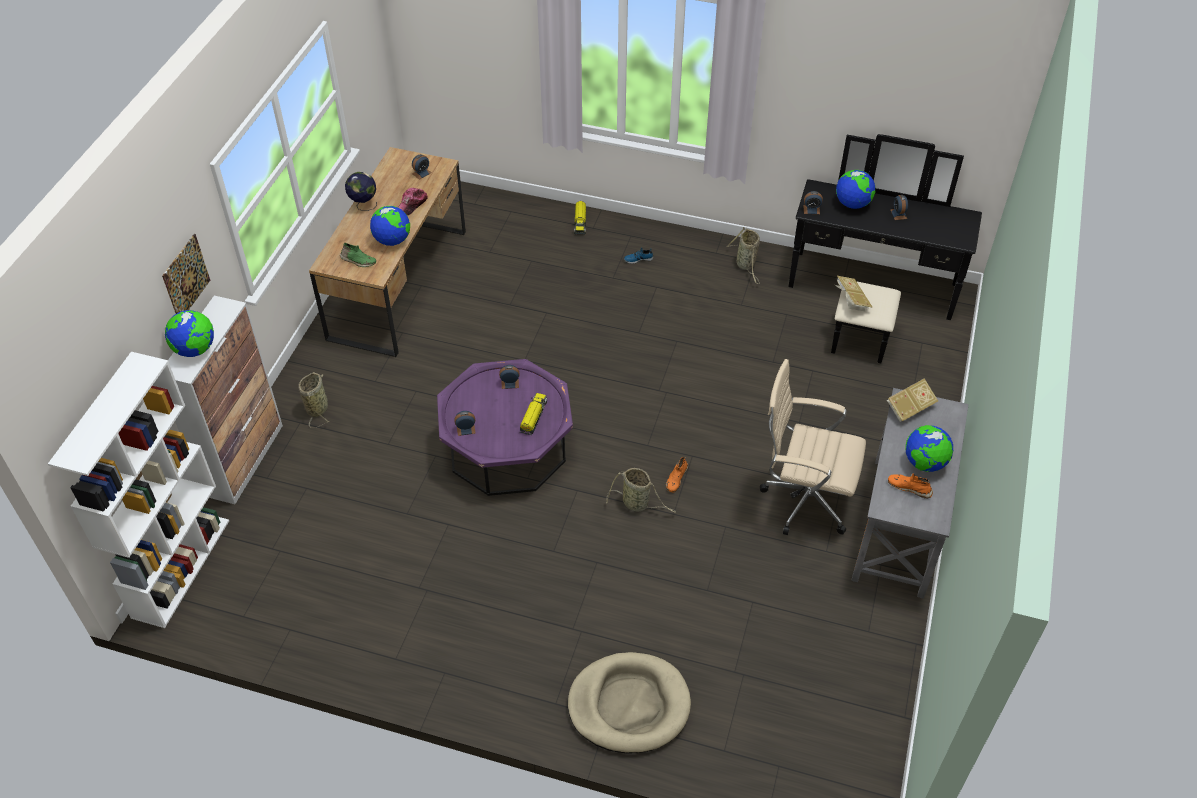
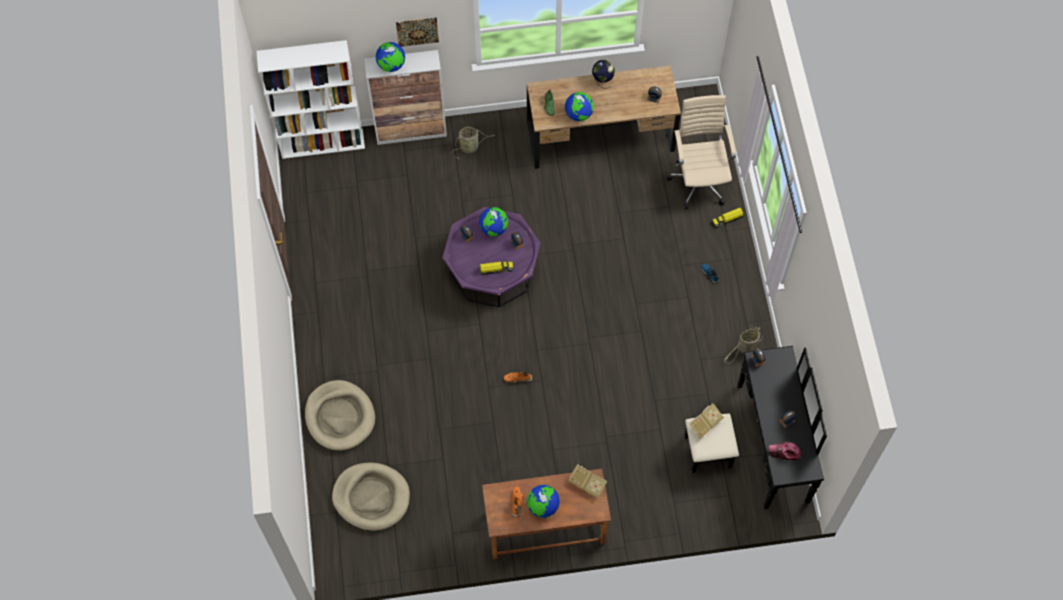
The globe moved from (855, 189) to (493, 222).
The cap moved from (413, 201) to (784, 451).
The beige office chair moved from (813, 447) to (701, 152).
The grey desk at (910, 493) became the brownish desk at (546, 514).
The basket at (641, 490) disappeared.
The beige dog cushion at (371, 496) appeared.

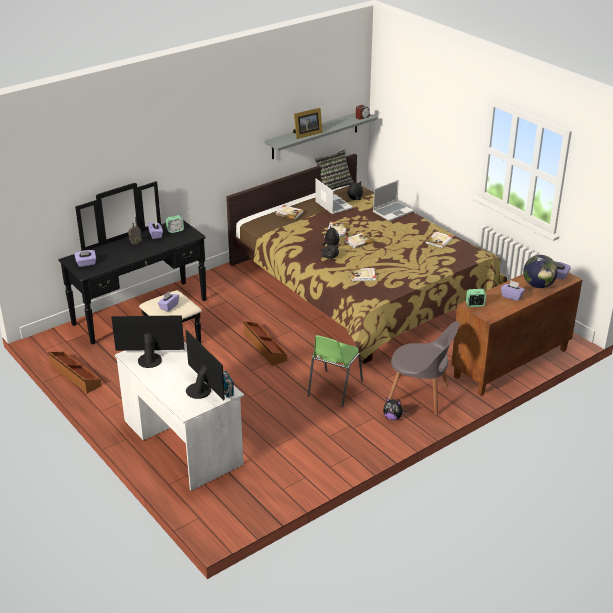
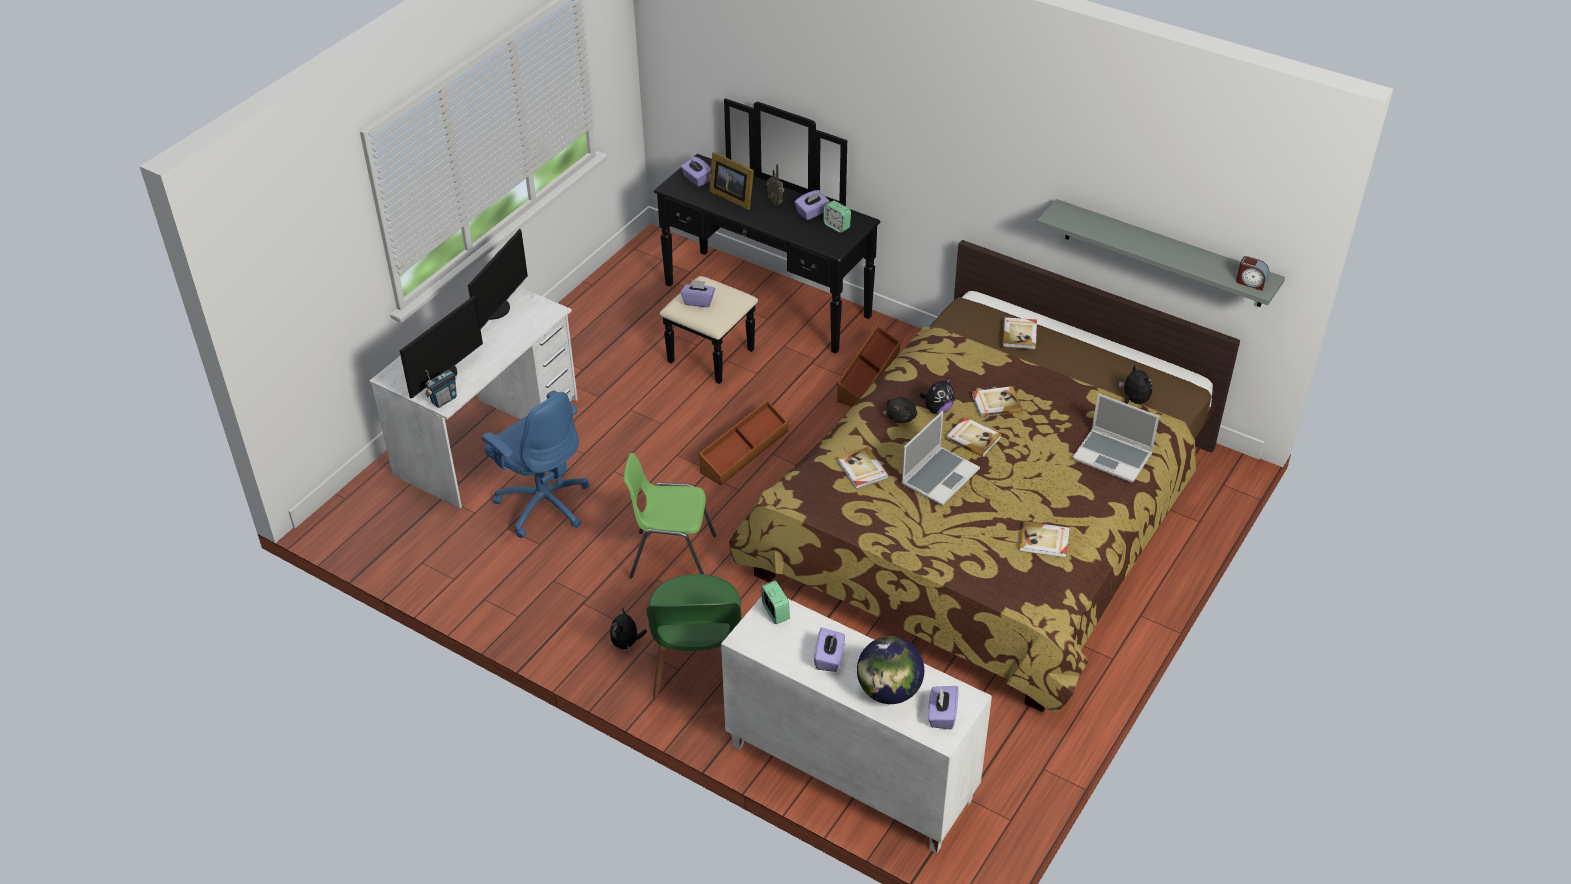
The photo frame moved from (308, 123) to (731, 181).
The pillow at (334, 170) disappeared.
The portable computer moved from (334, 196) to (940, 458).
The brownish cabinet at (516, 334) became the white cabinet at (856, 724).
The computer screen at (148, 341) turned 45 degrees clockwise.
The grey plain chair at (423, 368) became the greenish plain chair at (693, 636).
The brownish storage container moved from (75, 372) to (868, 366).
The blue office chair at (535, 464) appeared.

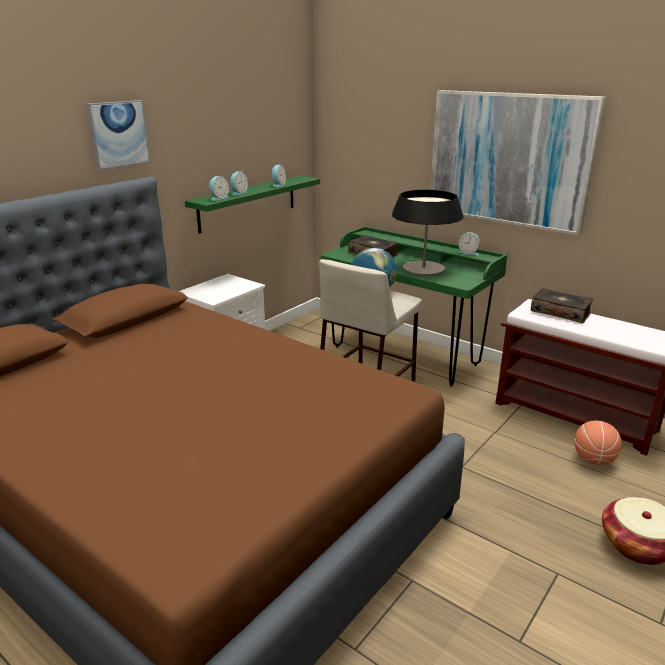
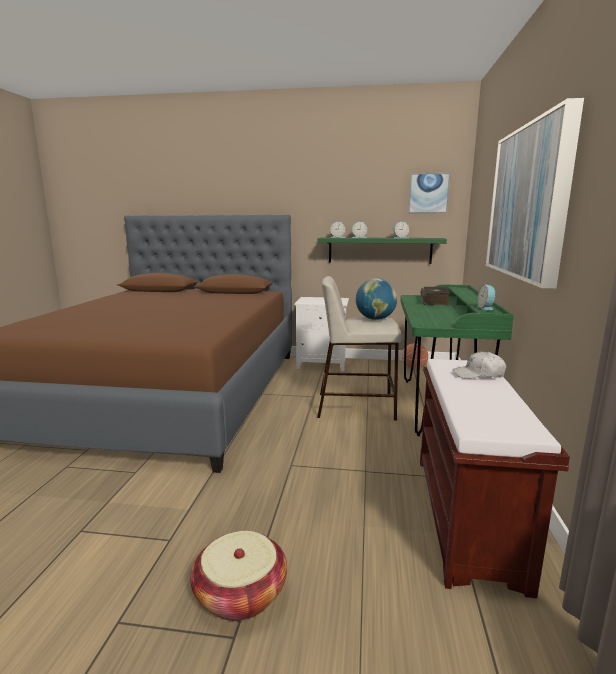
The picture moved from (118, 135) to (429, 193).
The table lamp at (428, 232) disappeared.
The bound book at (562, 305) was replaced by the white cap at (479, 365).
The basketball moved from (598, 442) to (415, 356).

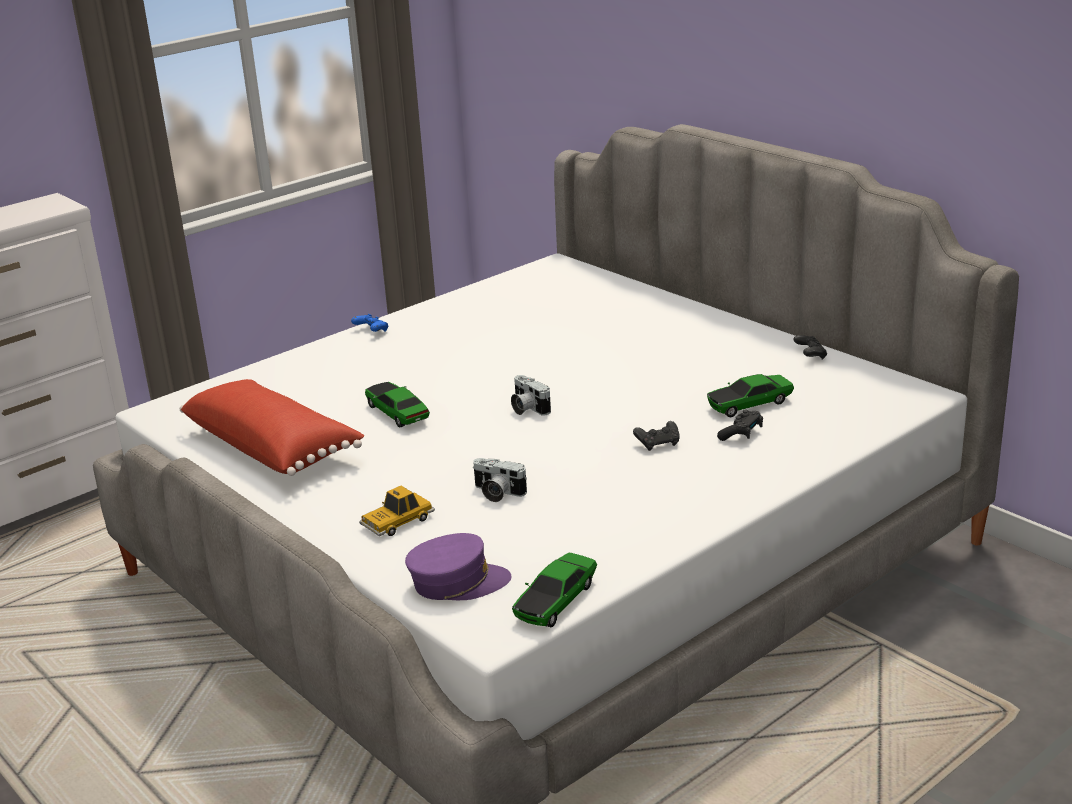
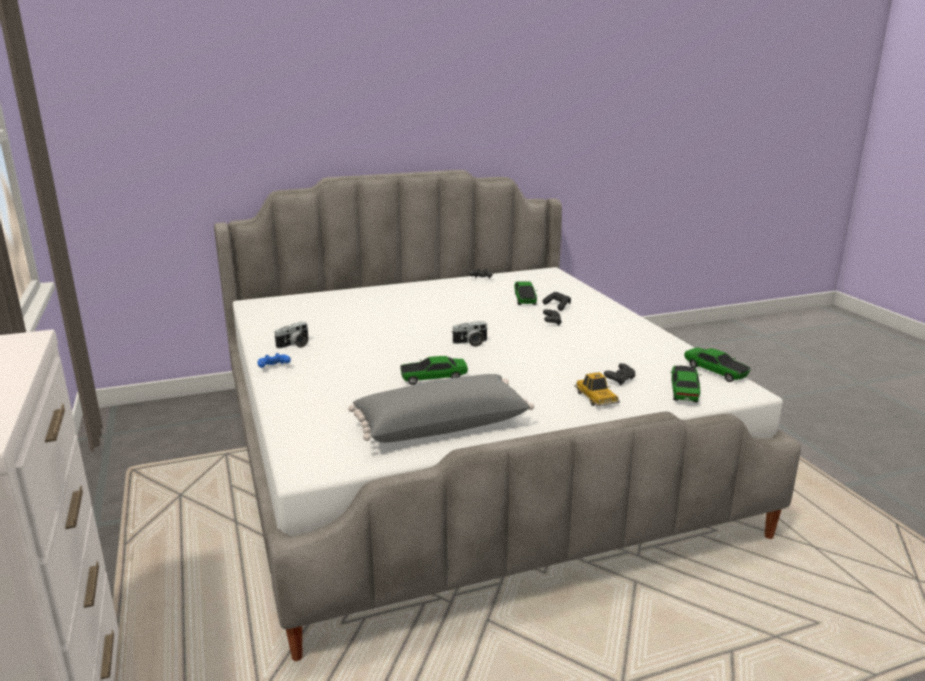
The reddish pillow at (272, 427) became the grey pillow at (441, 408).
The photo camera moved from (500, 480) to (291, 335).
The purplish cap at (458, 566) was replaced by the miniature car at (686, 384).
The black joypad at (619, 374) appeared.

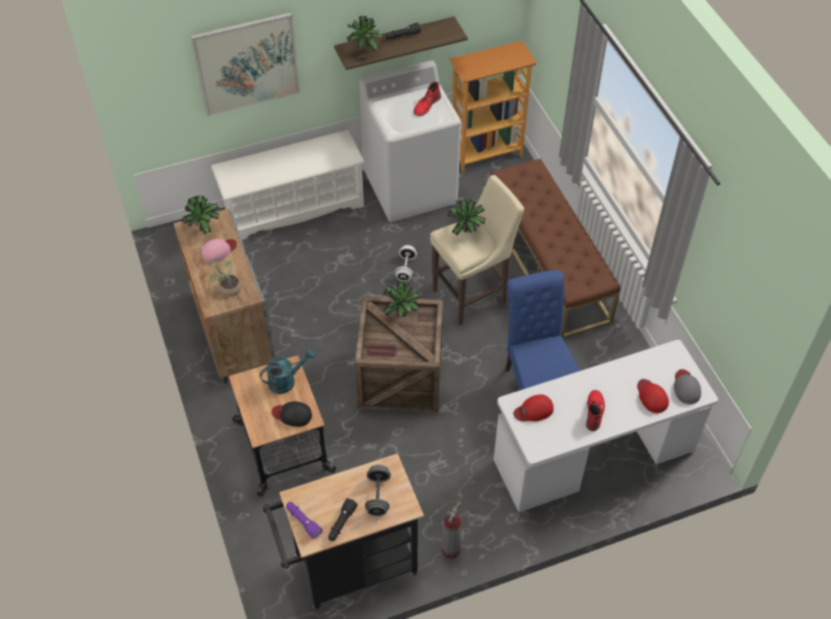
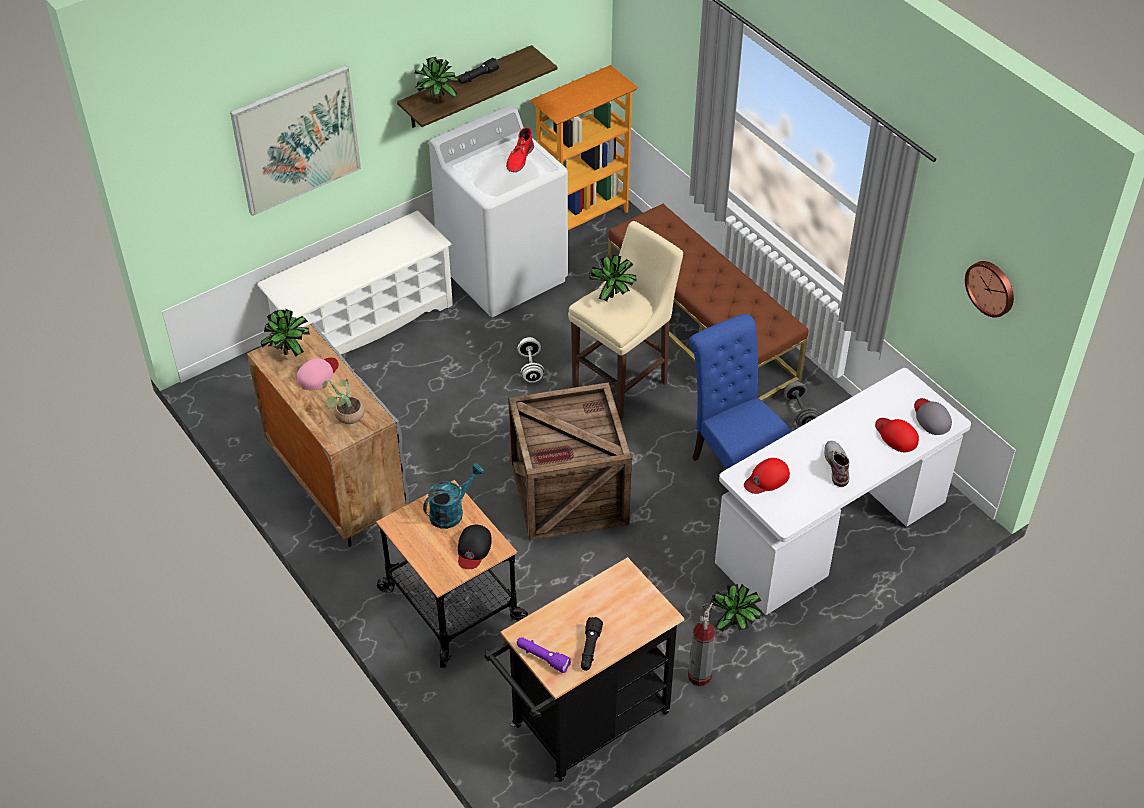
The houseplant moved from (401, 299) to (736, 608).
The reddish high-top boot at (595, 410) became the grey high-top boot at (837, 464).
The black cap at (292, 414) turned 75 degrees counterclockwise.
The grey free weight moved from (378, 490) to (801, 403).
The clock on the wall at (989, 289) appeared.

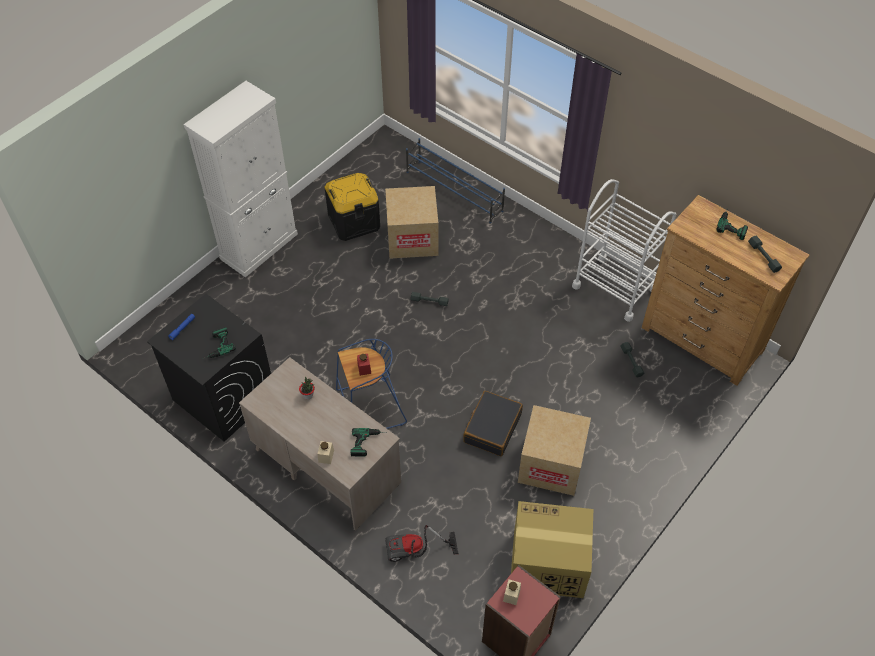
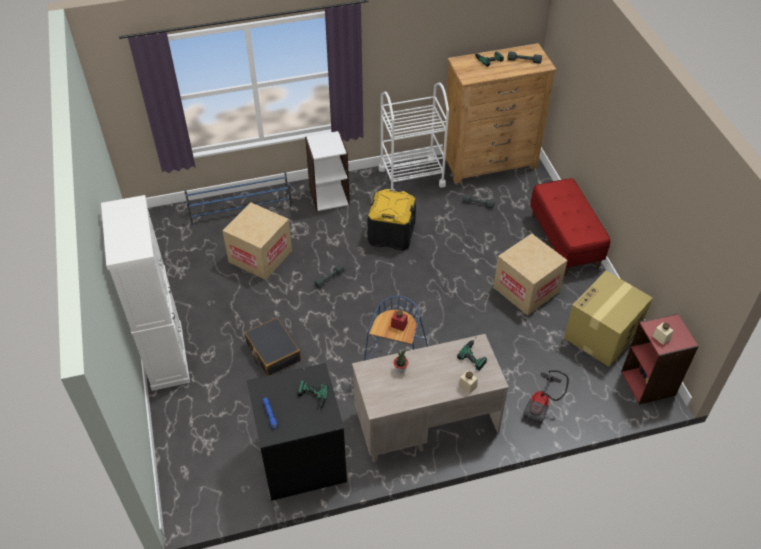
The black storage container moved from (352, 207) to (392, 220).
The black travel case moved from (493, 423) to (272, 347).
The white bookshelf at (327, 171) appeared.
The reddish bench at (570, 226) appeared.

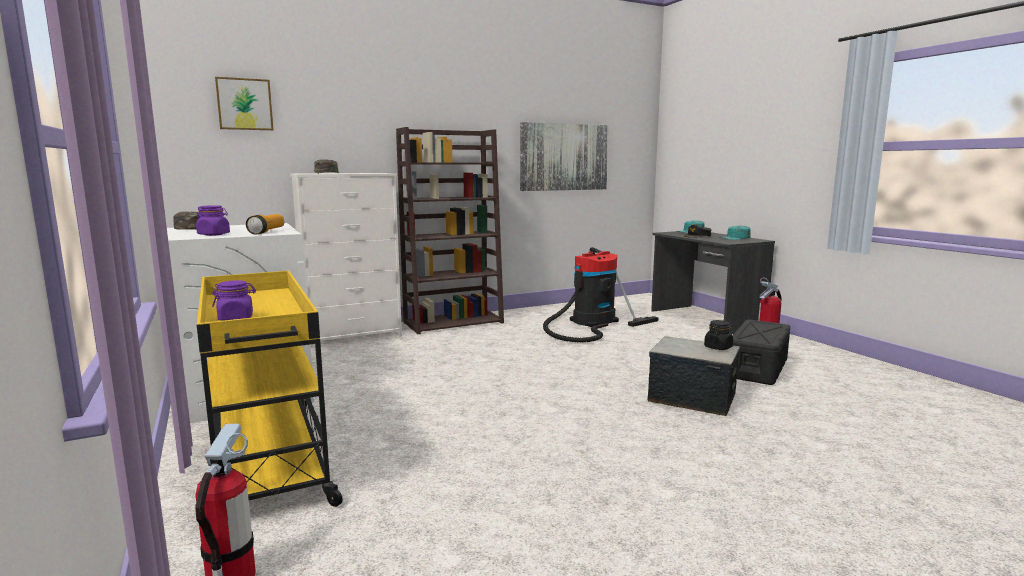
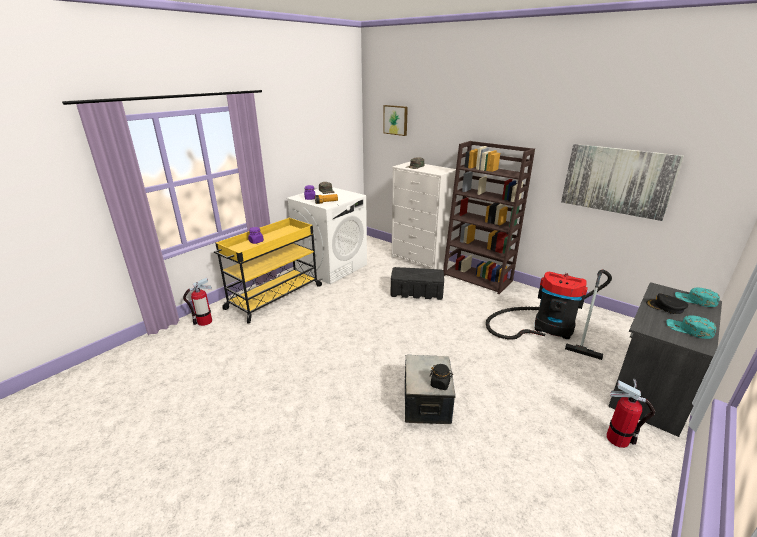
The black storage container moved from (761, 352) to (417, 283).

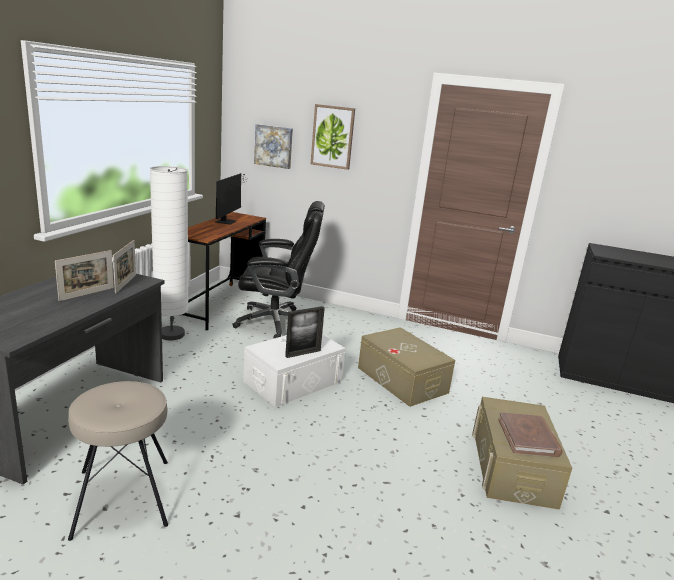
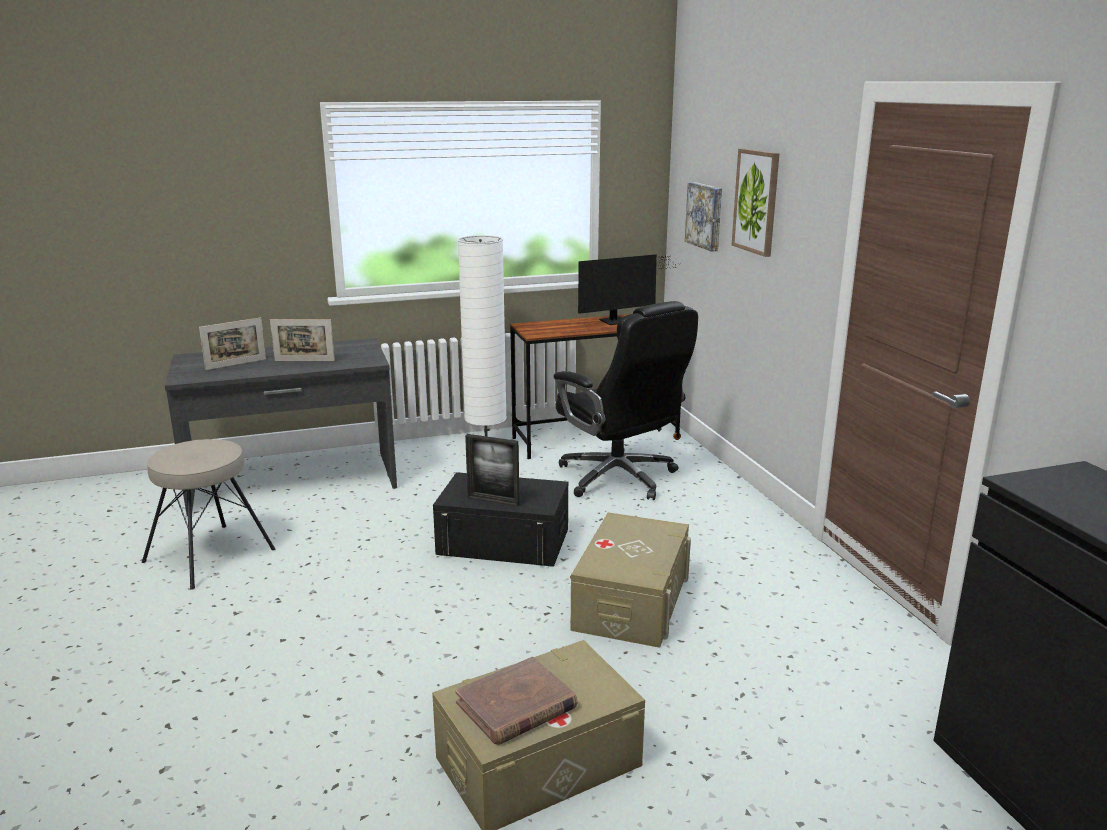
The photo frame moved from (124, 267) to (232, 344).
The white storage container at (294, 371) became the black storage container at (500, 519).

